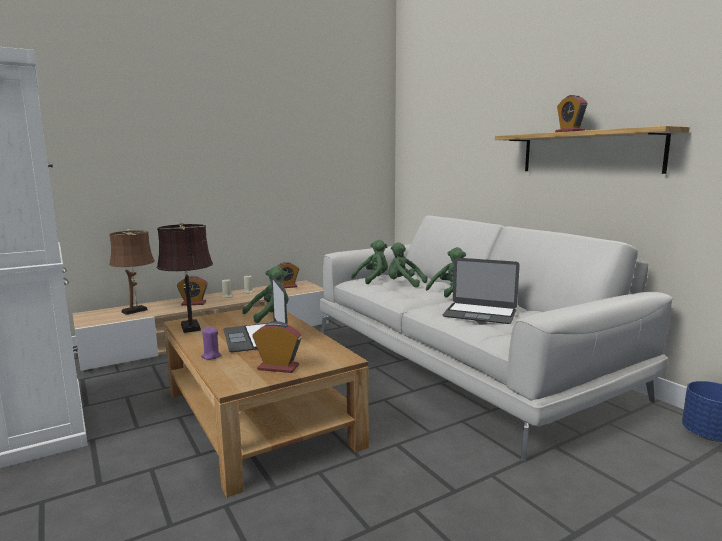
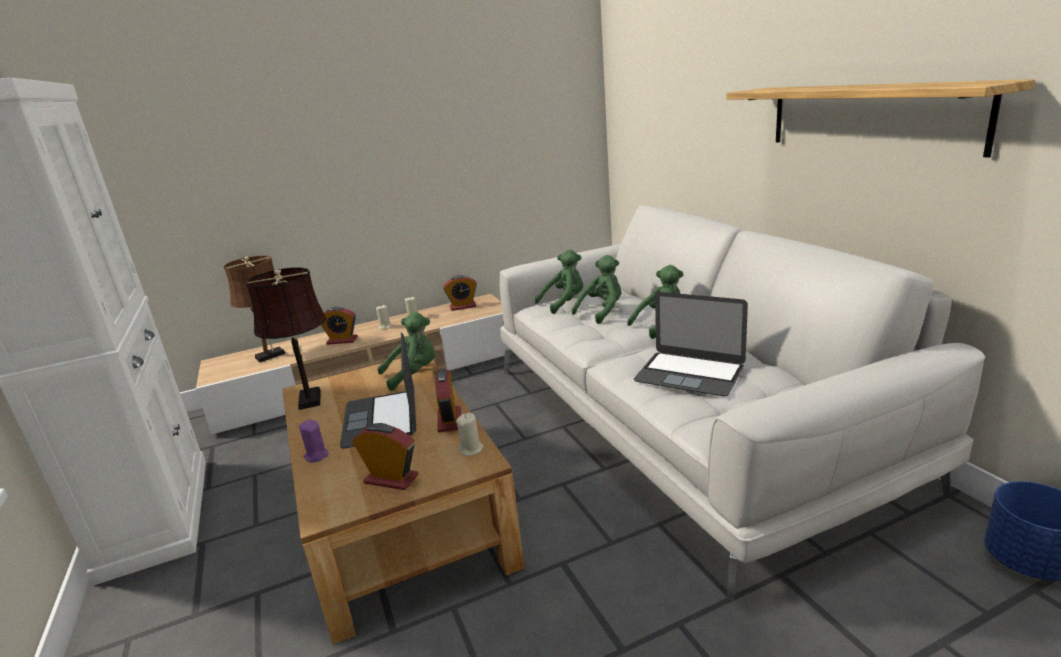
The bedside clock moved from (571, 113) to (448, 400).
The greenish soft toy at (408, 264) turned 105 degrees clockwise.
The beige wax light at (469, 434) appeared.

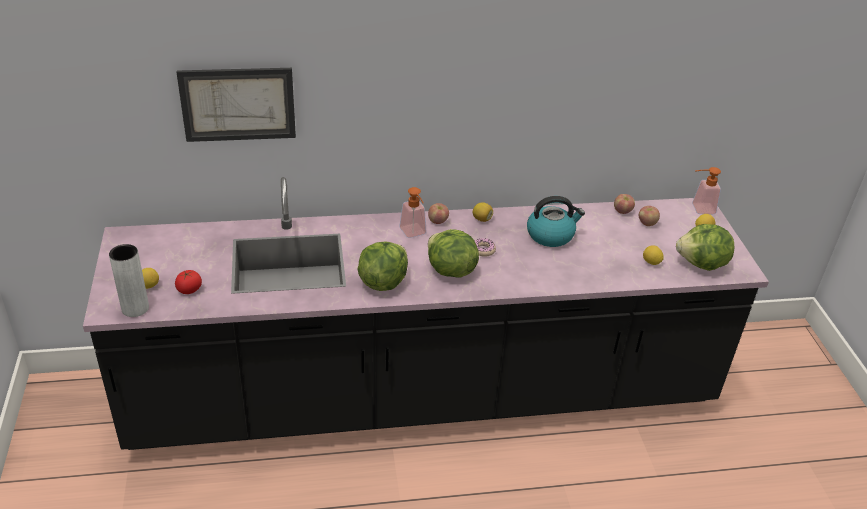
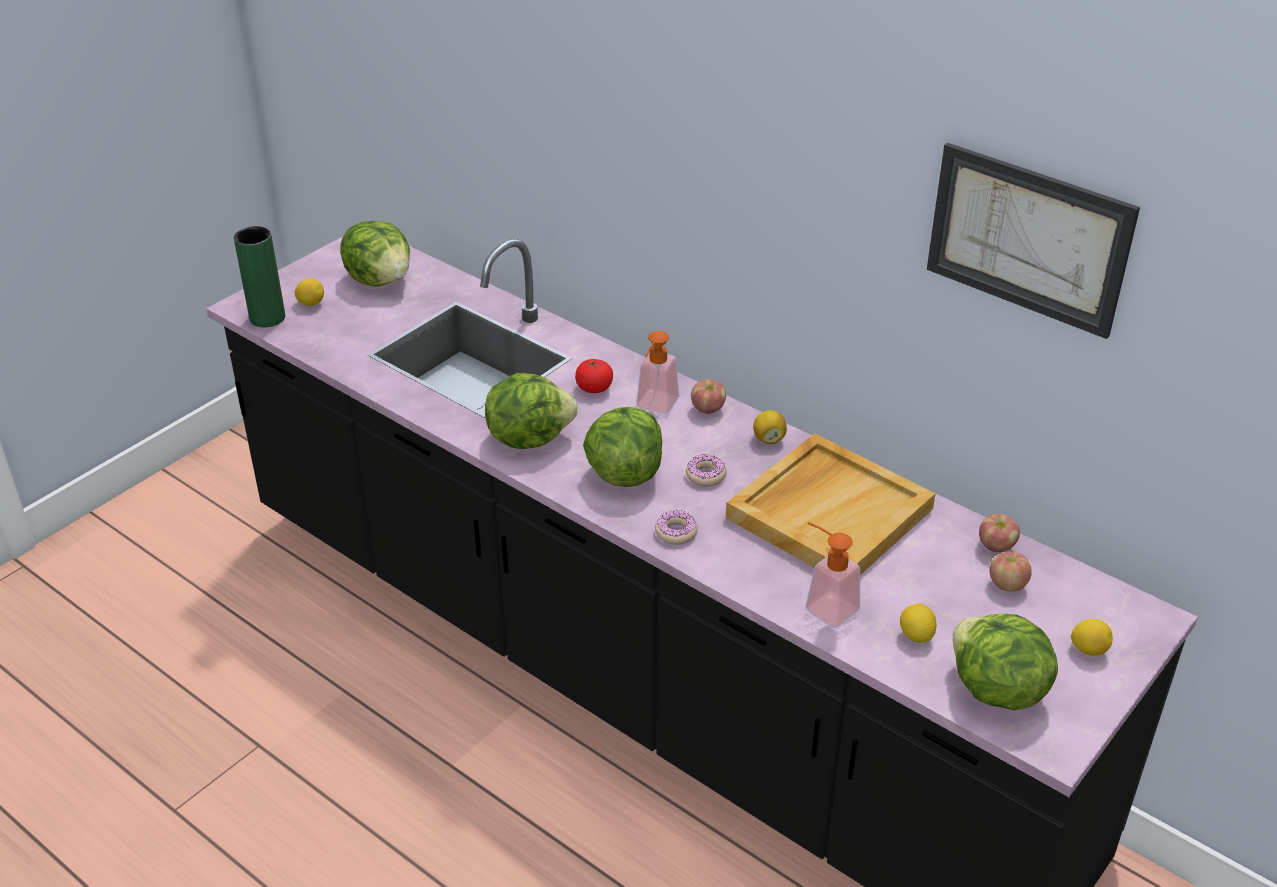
The picture moved from (236, 105) to (1033, 241).
The soap bottle moved from (706, 190) to (832, 575).
The tea kettle at (556, 221) was replaced by the beige tray at (830, 504).
The grey flower vase at (129, 280) became the greenish flower vase at (259, 276).
The whole tomato moved from (188, 282) to (594, 375).
The lettuce head at (375, 253) appeared.
The doughnut at (676, 527) appeared.

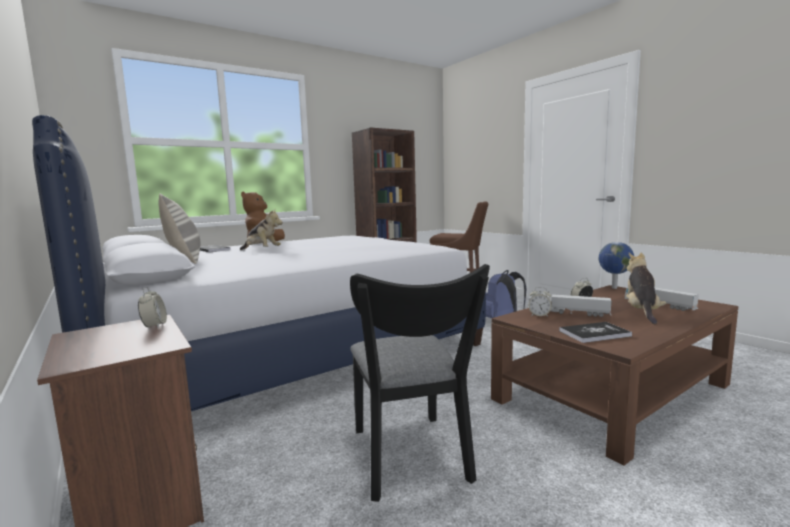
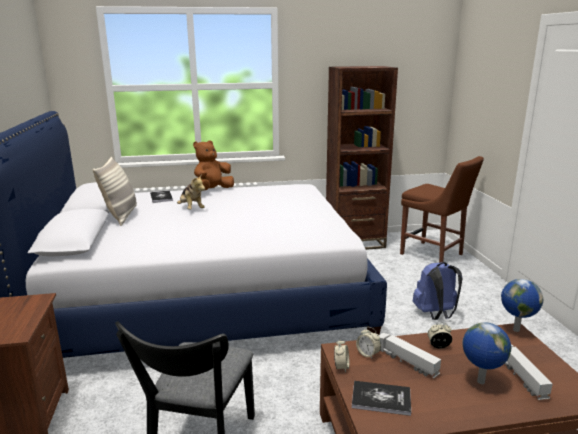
The soft toy at (646, 288) was replaced by the globe at (486, 353).
The bedside clock moved from (152, 307) to (341, 355).

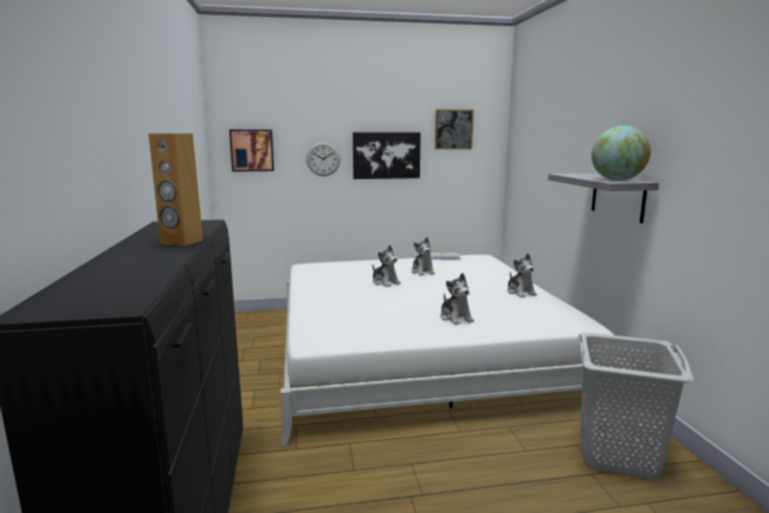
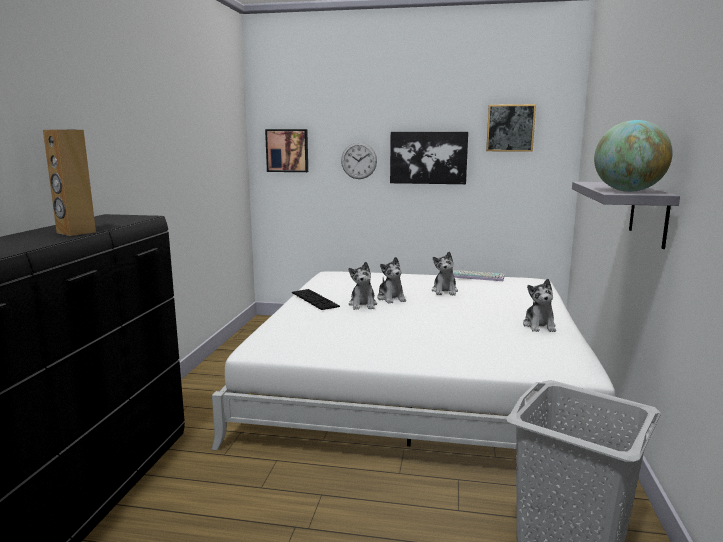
The soft toy moved from (457, 299) to (362, 286).
The PC keyboard at (316, 299) appeared.

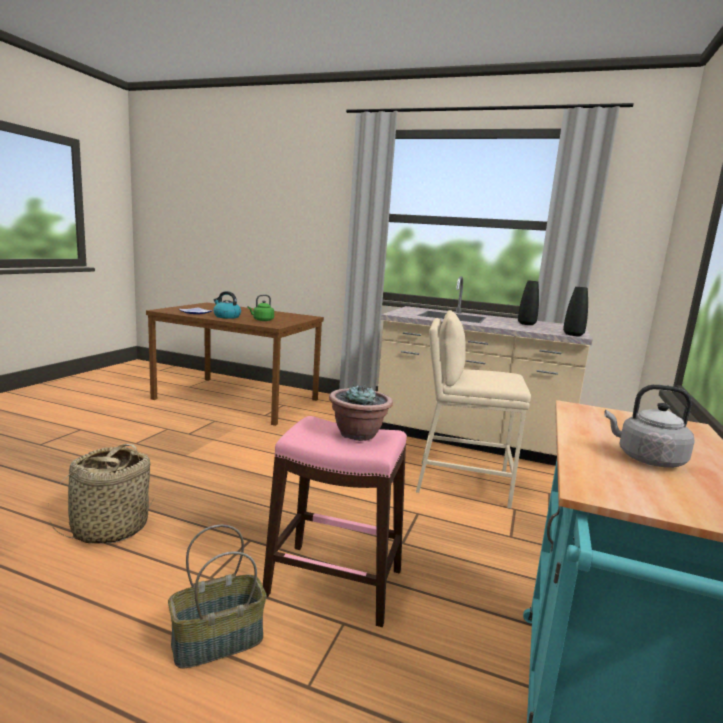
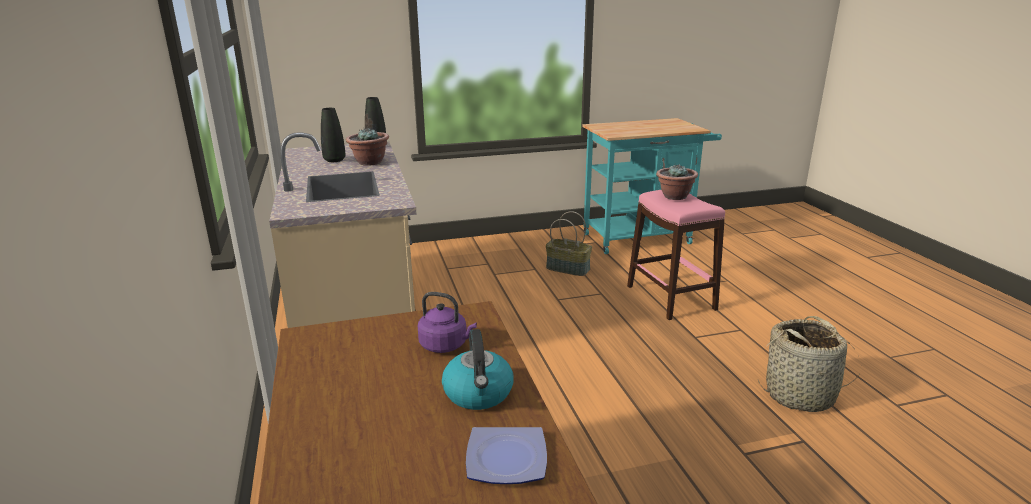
The greenish tea kettle at (261, 308) became the purplish tea kettle at (447, 322).
The beige stool seat at (473, 409) disappeared.
The grey tea kettle at (649, 426) disappeared.
The basket moved from (217, 596) to (569, 243).
The houseplant at (367, 147) appeared.

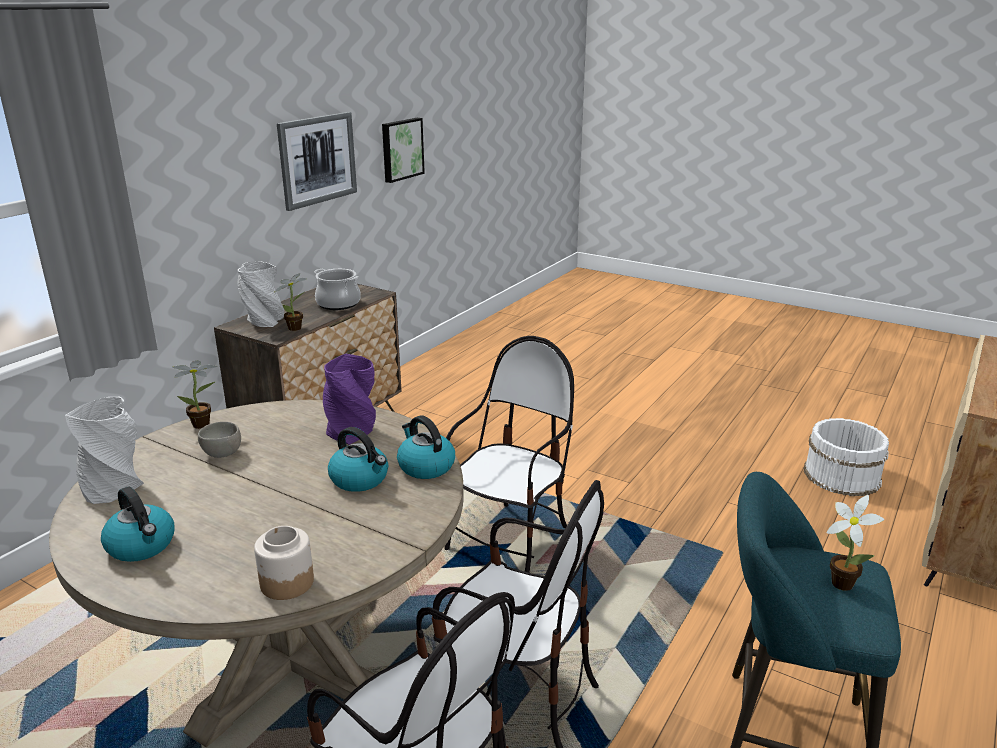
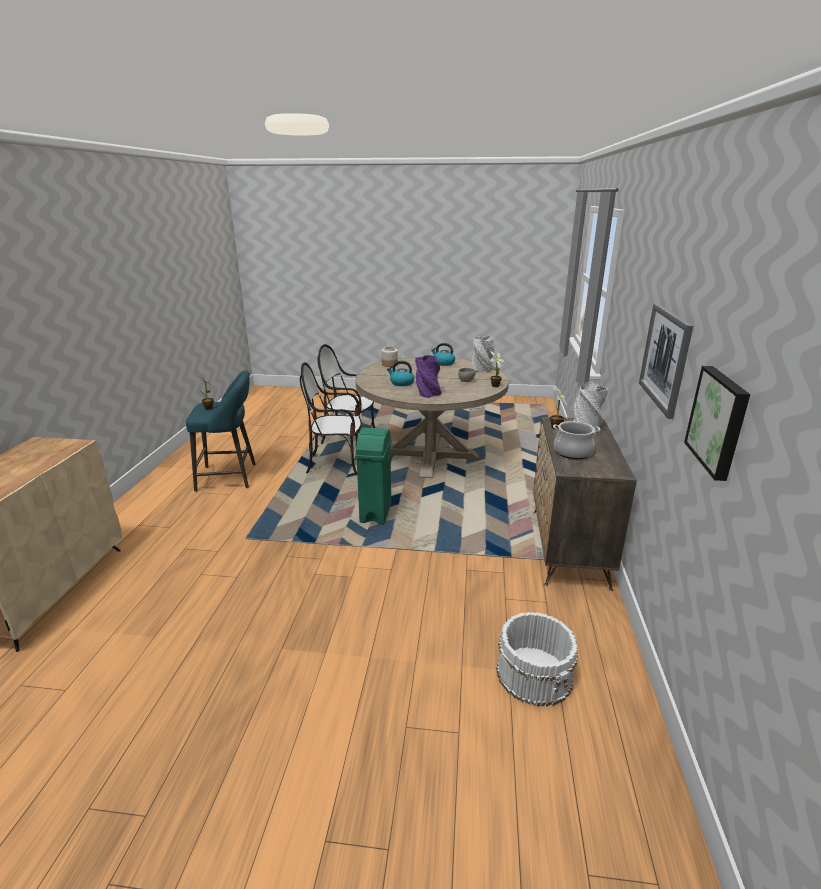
The plain chair at (509, 454) was replaced by the greenish rubbish bin at (373, 476).
The tea kettle at (426, 447) disappeared.
The white bucket moved from (846, 457) to (537, 659).

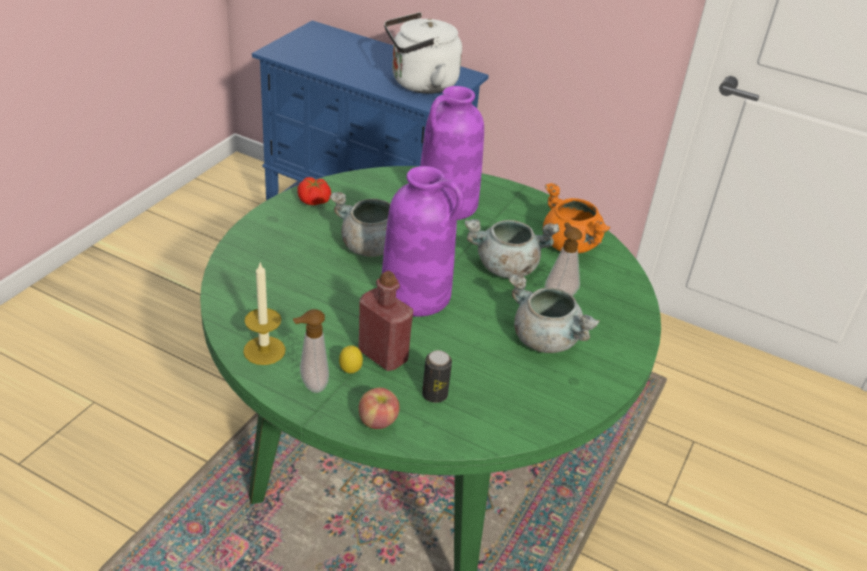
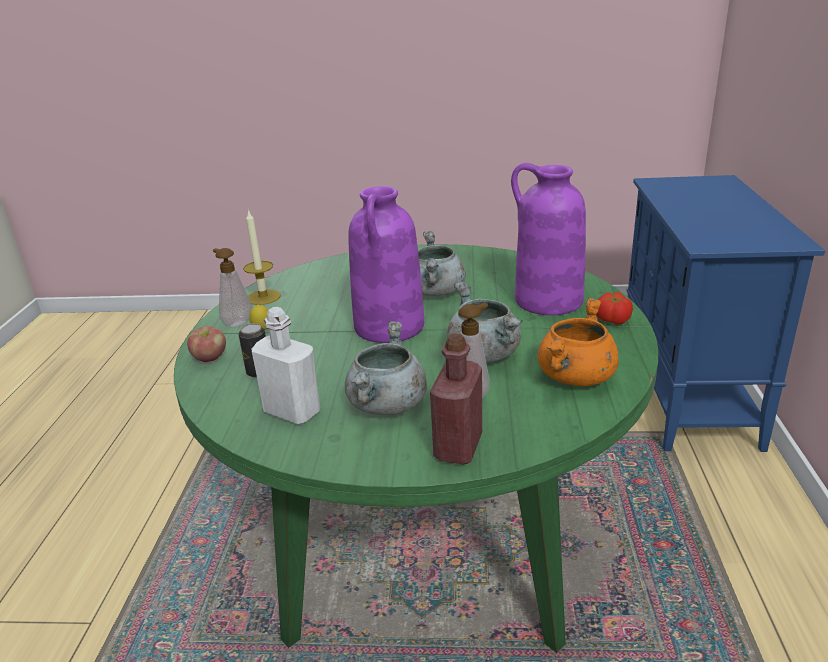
The white tea kettle at (423, 53) disappeared.
The whole tomato moved from (314, 191) to (614, 308).
The reddish bottle moved from (385, 321) to (456, 399).
The white bottle at (286, 366) appeared.

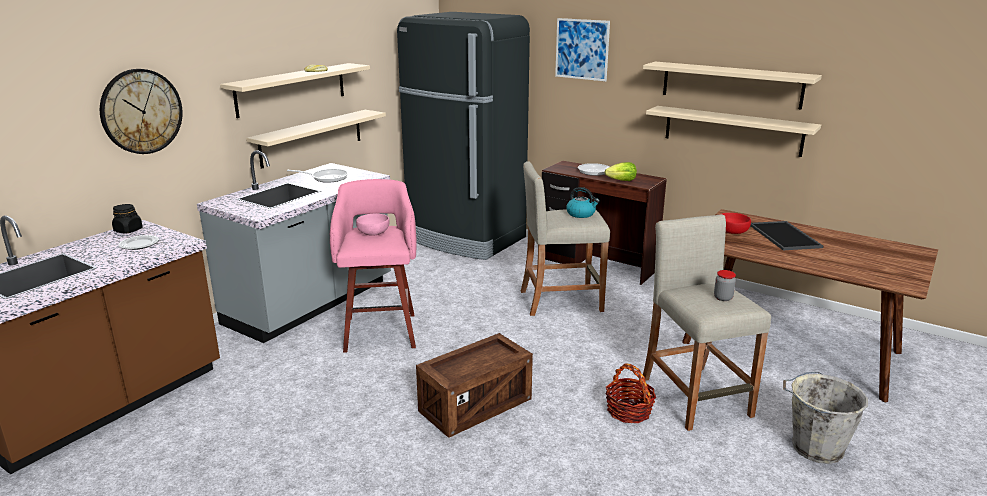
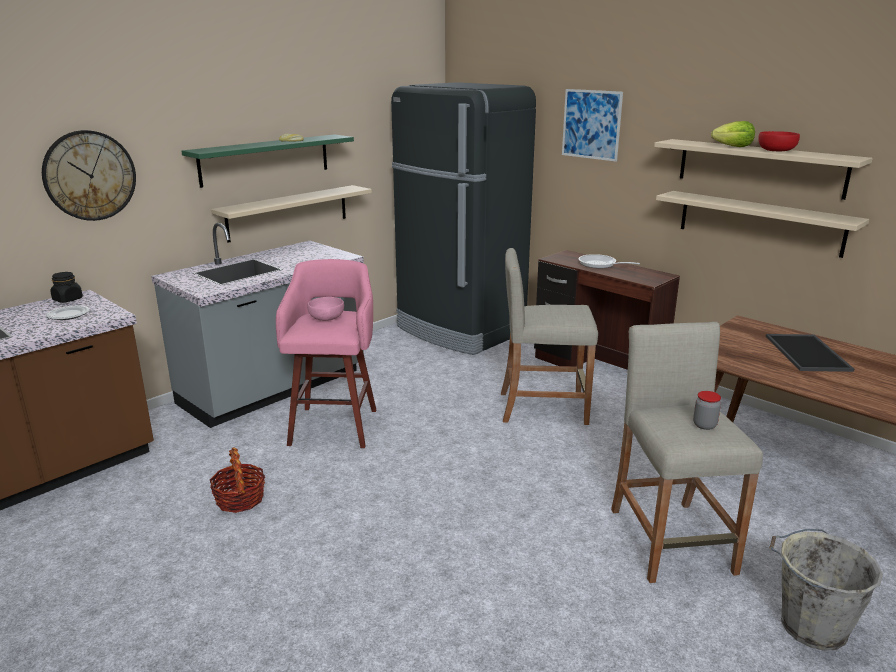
The beige wall shelf at (295, 90) became the greenish wall shelf at (267, 161).
The lettuce head moved from (621, 171) to (733, 134).
The skillet at (317, 176) disappeared.
The tea kettle at (583, 202) disappeared.
The reddish deep dish moved from (736, 223) to (779, 141).
The crate at (474, 385) disappeared.
The basket moved from (630, 393) to (237, 480).

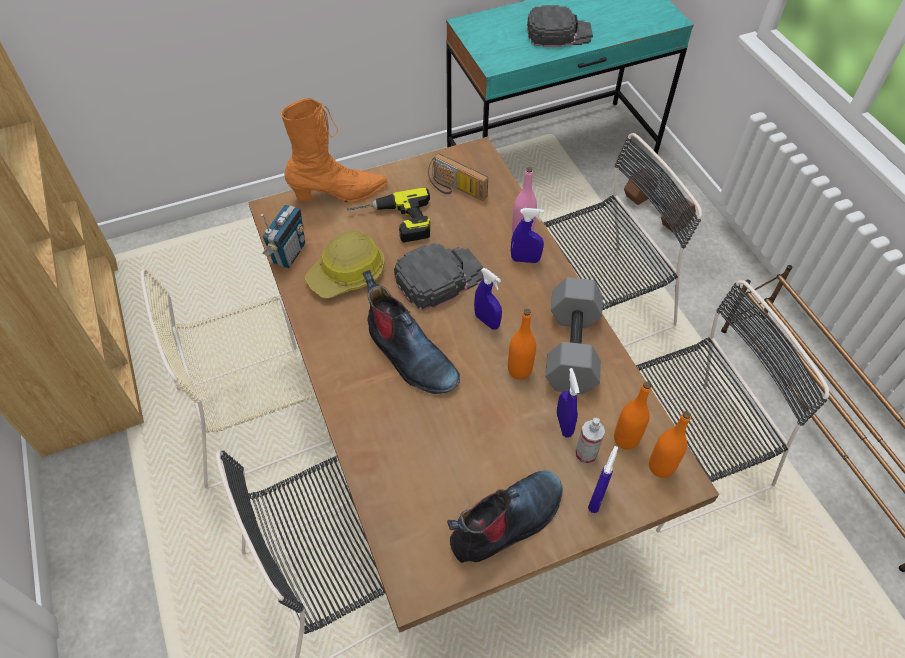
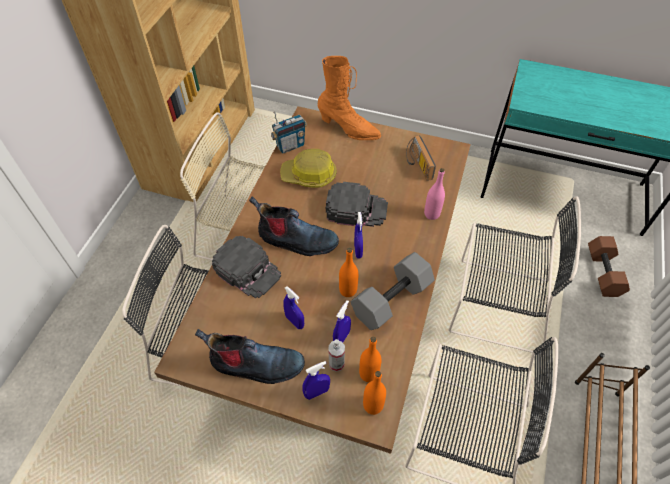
The black cap moved from (560, 26) to (246, 267).
The electric drill at (389, 215) disappeared.
The blue sprayer moved from (527, 235) to (293, 307).
The high-top boot at (411, 332) turned 75 degrees counterclockwise.

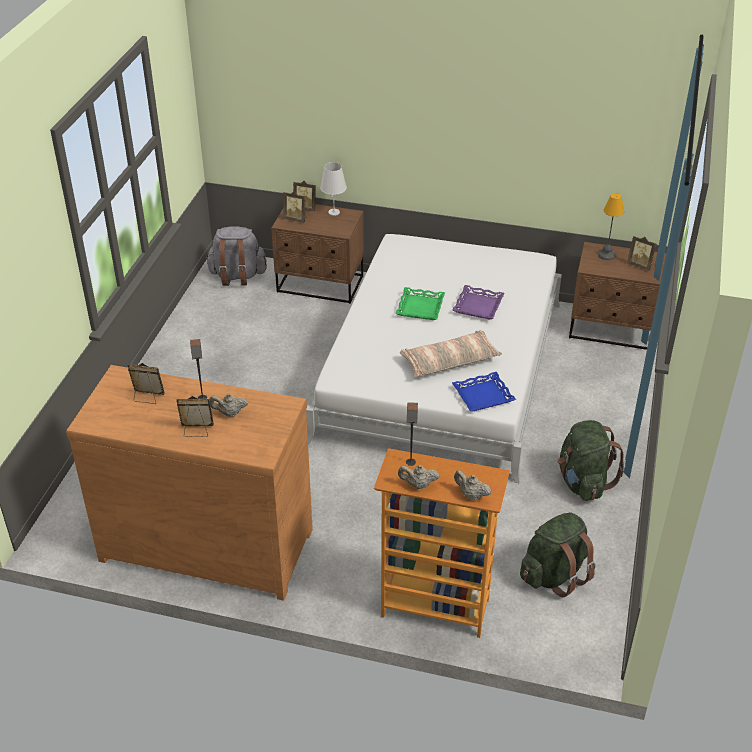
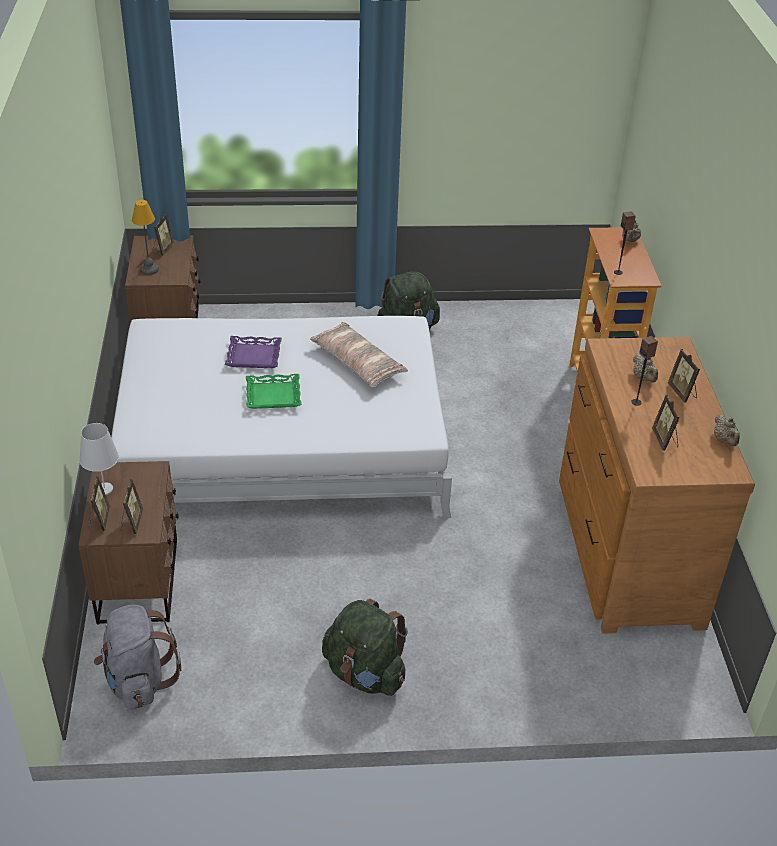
The blue tray at (484, 391) disappeared.
The beige teapot moved from (418, 477) to (727, 430).
The greenish knapsack moved from (558, 554) to (365, 647).

